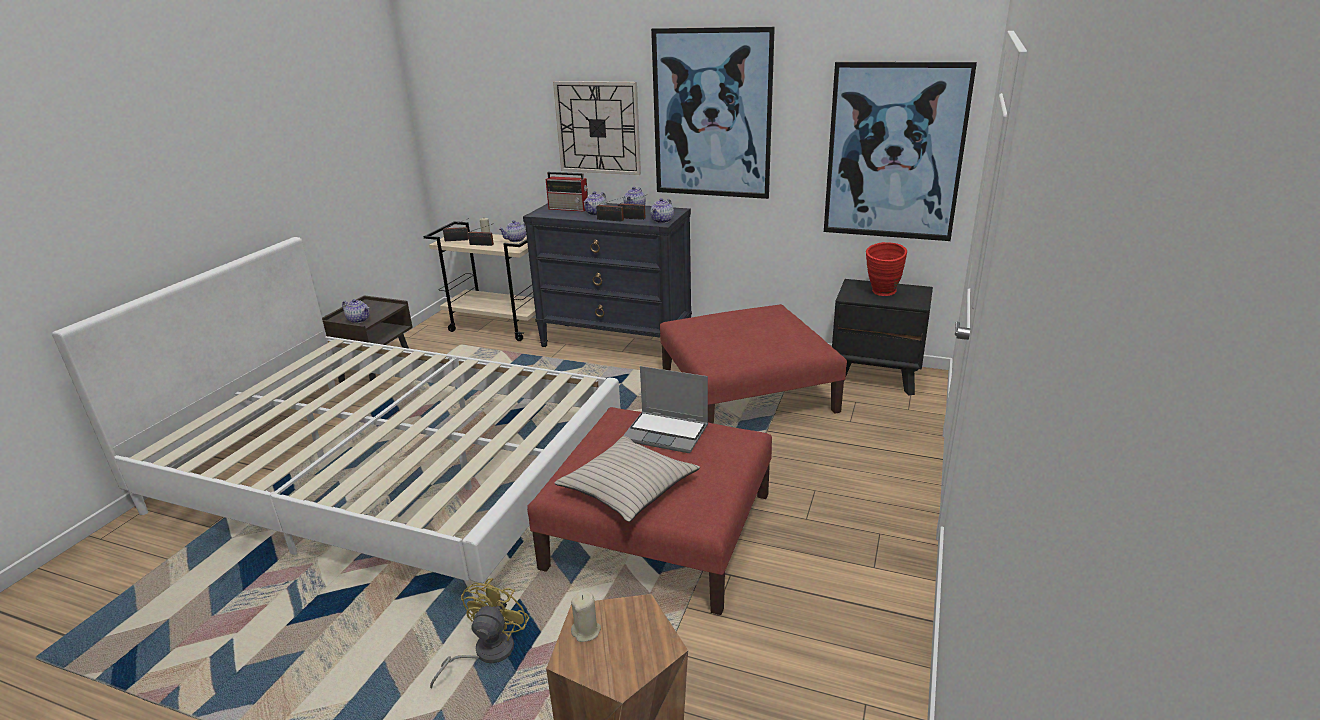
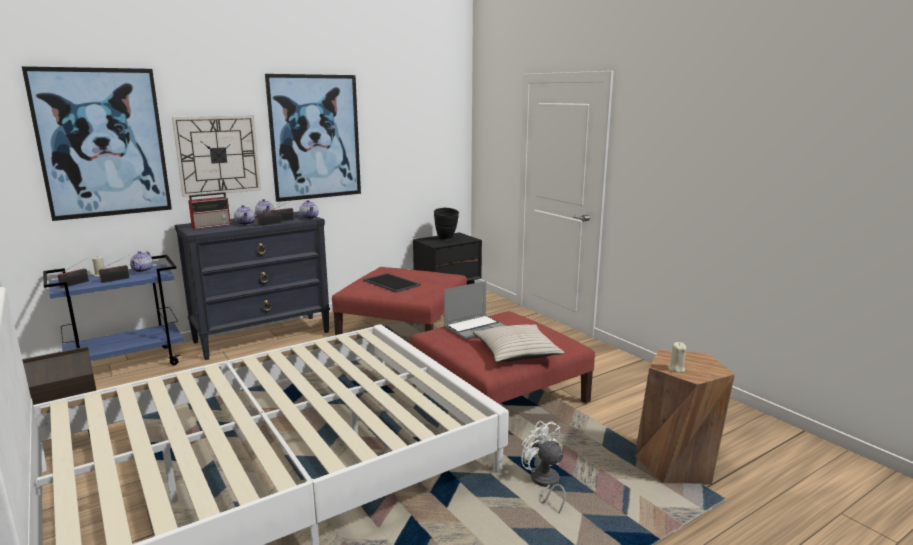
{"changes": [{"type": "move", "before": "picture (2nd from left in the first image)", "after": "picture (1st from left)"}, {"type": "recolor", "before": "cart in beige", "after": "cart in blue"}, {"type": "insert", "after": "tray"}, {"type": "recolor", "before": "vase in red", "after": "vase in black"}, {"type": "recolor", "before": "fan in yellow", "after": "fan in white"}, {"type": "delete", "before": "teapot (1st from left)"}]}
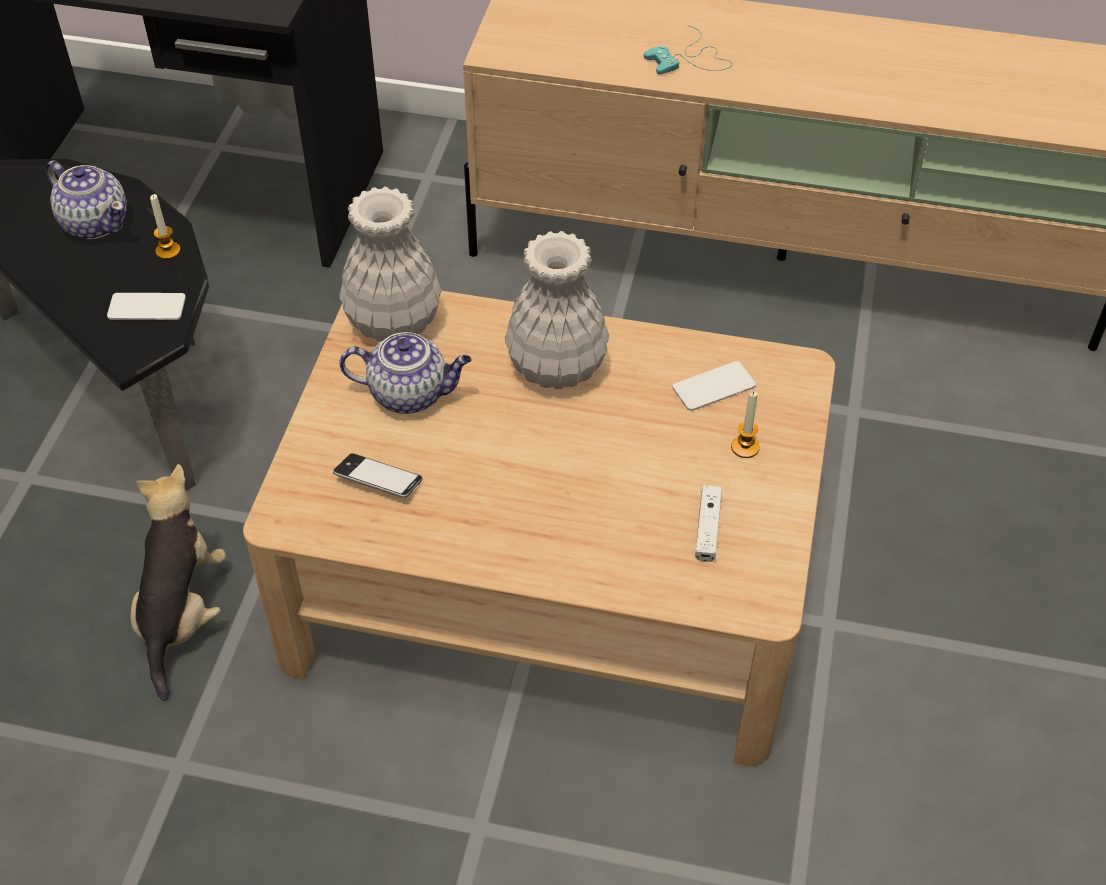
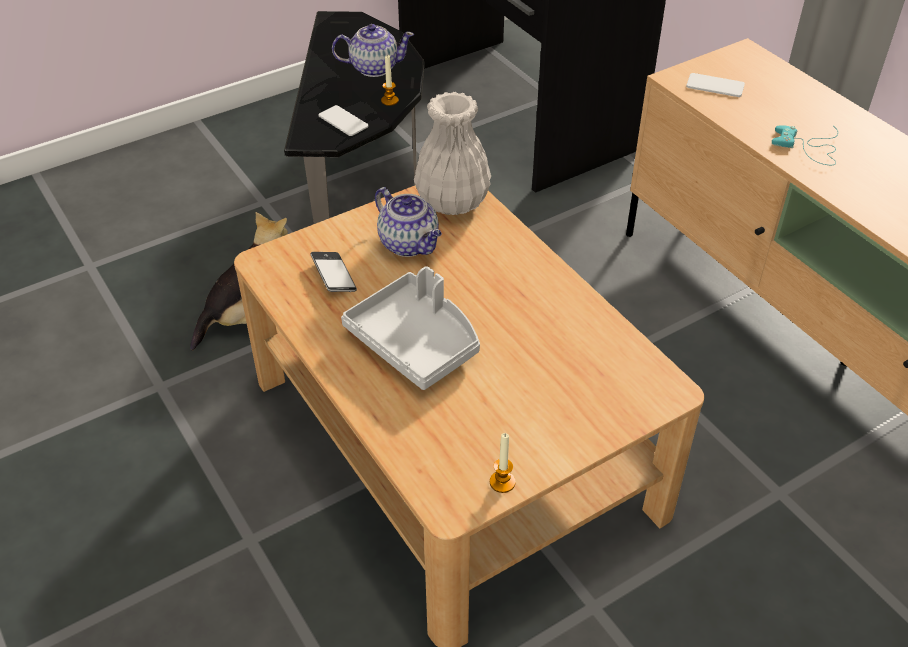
{"changes": [{"type": "rotate", "before": "teapot (1st from left)", "turn": -90}, {"type": "insert", "after": "tray in grey"}, {"type": "move", "before": "candle (2nd from left)"}, {"type": "move", "before": "phone (3rd from left)"}, {"type": "delete", "before": "vase in white (2nd from left)"}, {"type": "delete", "before": "game controller in white"}]}
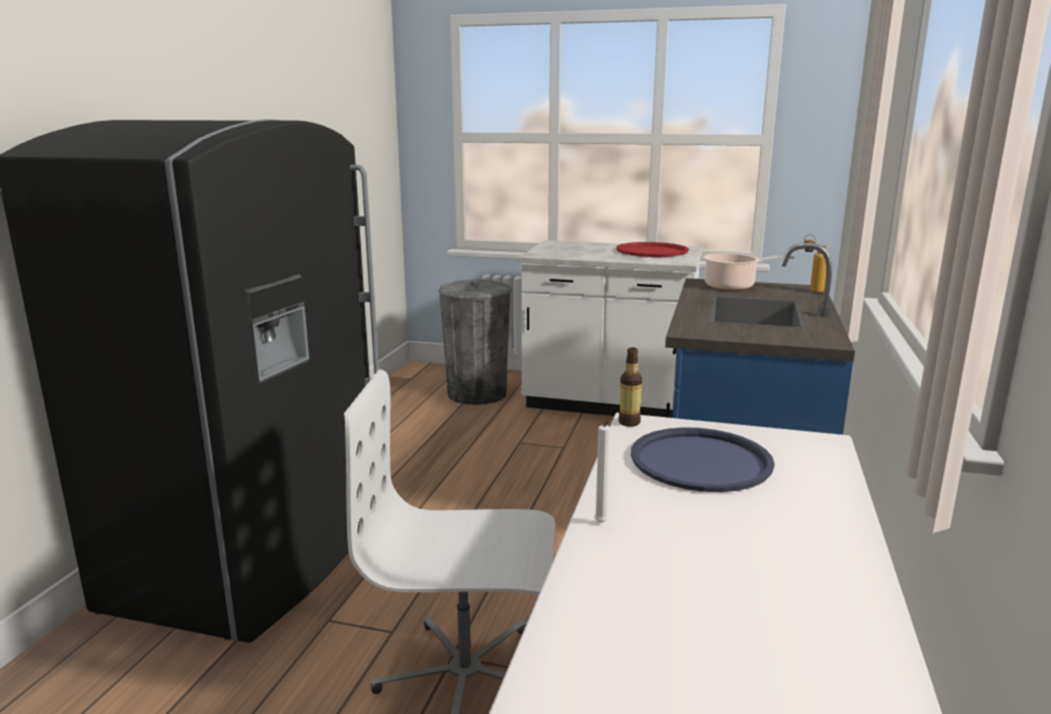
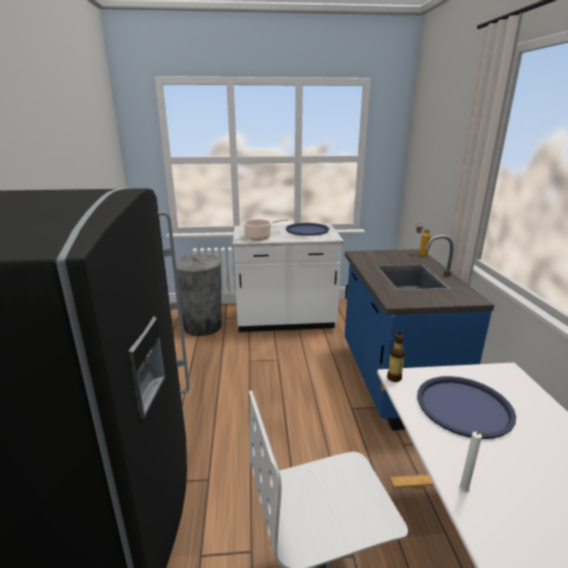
{"changes": [{"type": "move", "before": "cooking pot"}, {"type": "recolor", "before": "tray in red", "after": "tray in blue (1st from left)"}]}
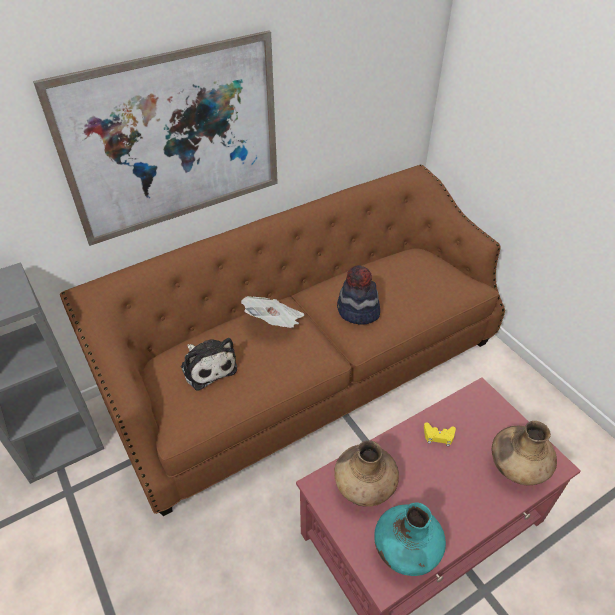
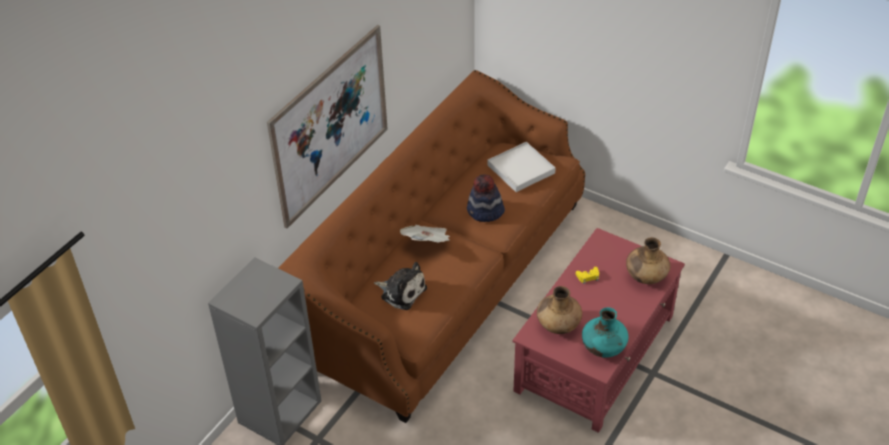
{"changes": [{"type": "insert", "after": "tray in white"}]}
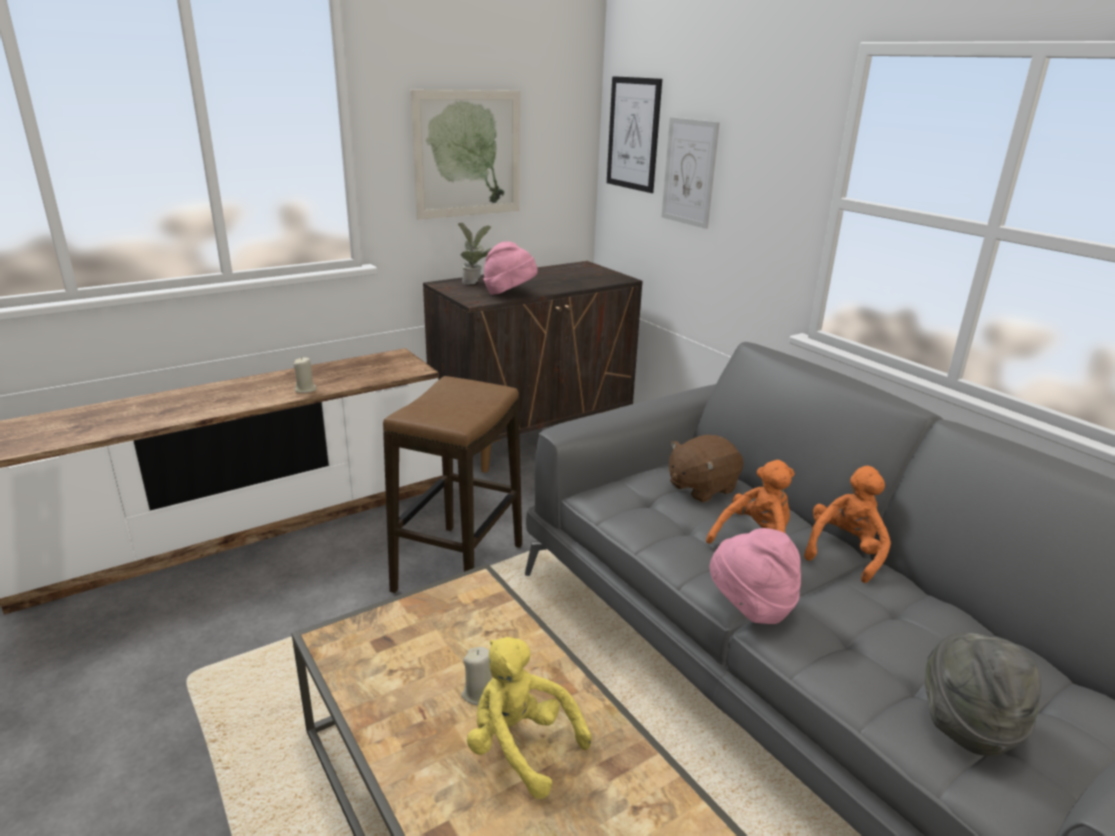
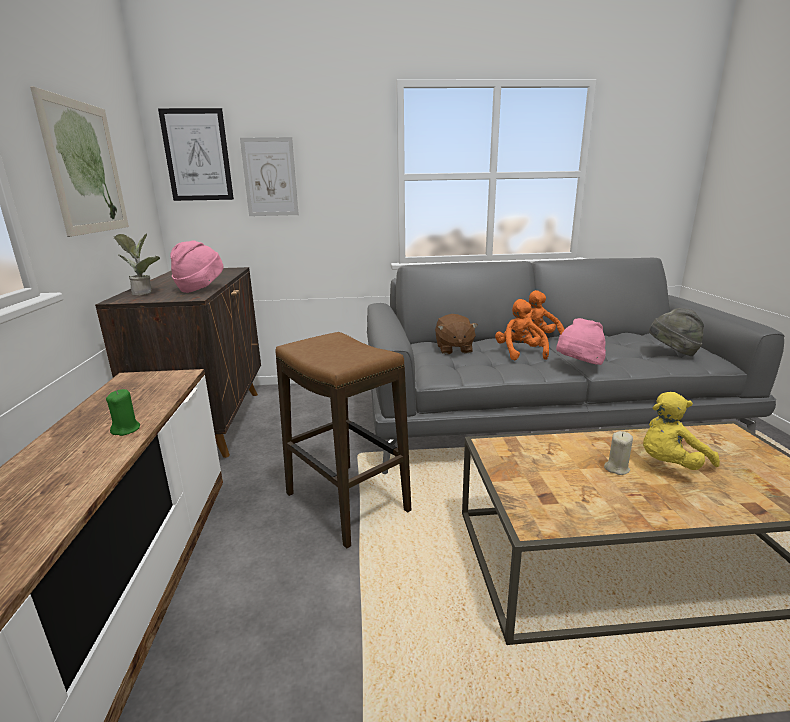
{"changes": [{"type": "recolor", "before": "candle in beige (1st from left)", "after": "candle in green"}]}
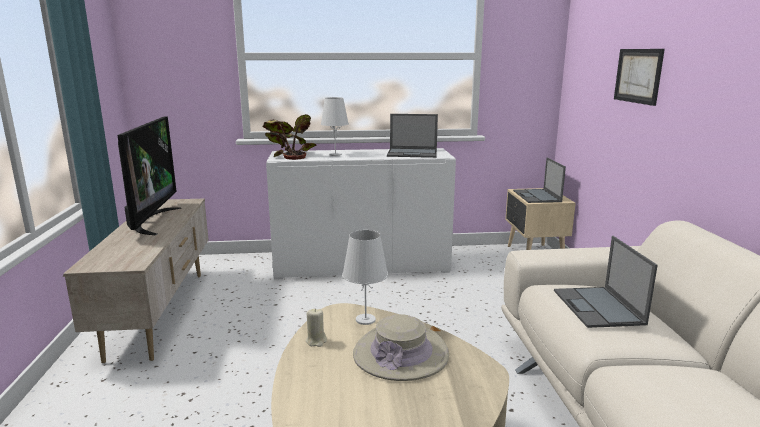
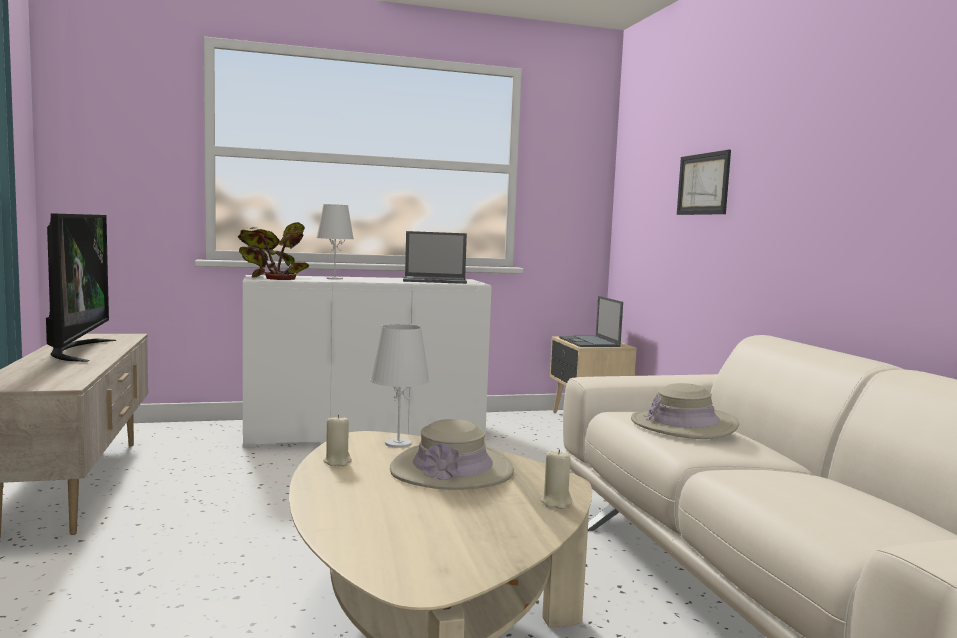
{"changes": [{"type": "insert", "after": "candle in beige (2nd from left)"}, {"type": "replace", "before": "laptop (3rd from left)", "after": "hat in beige (2nd from left)"}]}
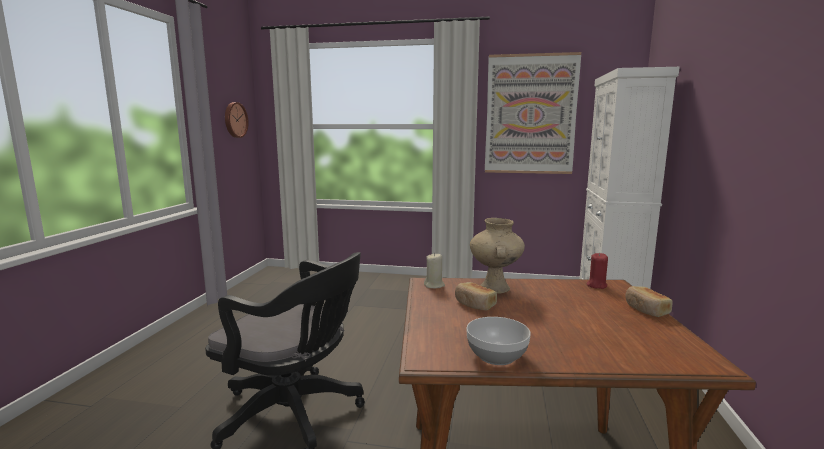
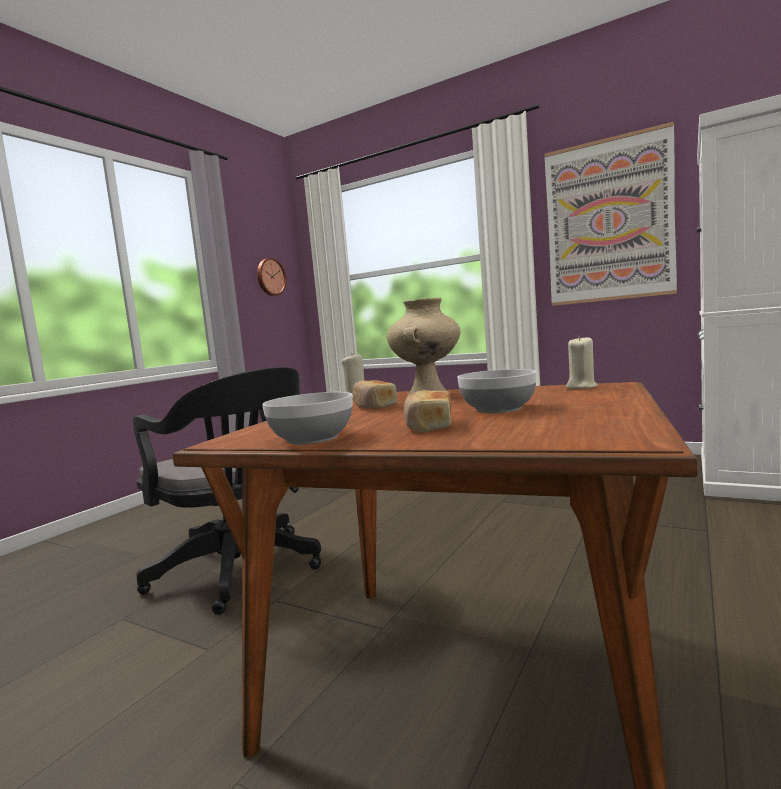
{"changes": [{"type": "move", "before": "bread (2nd from left)"}, {"type": "insert", "after": "bowl (2nd from left)"}, {"type": "recolor", "before": "candle in red", "after": "candle in beige (2nd from left)"}]}
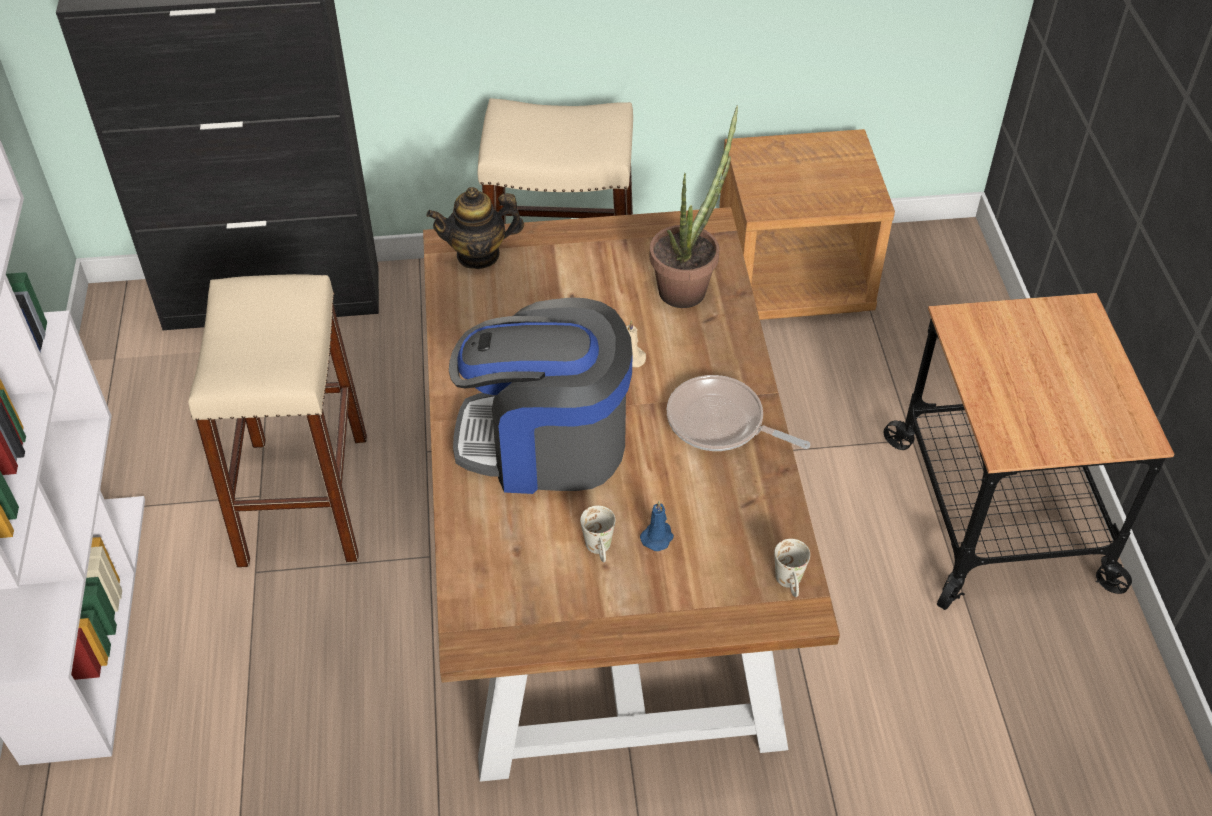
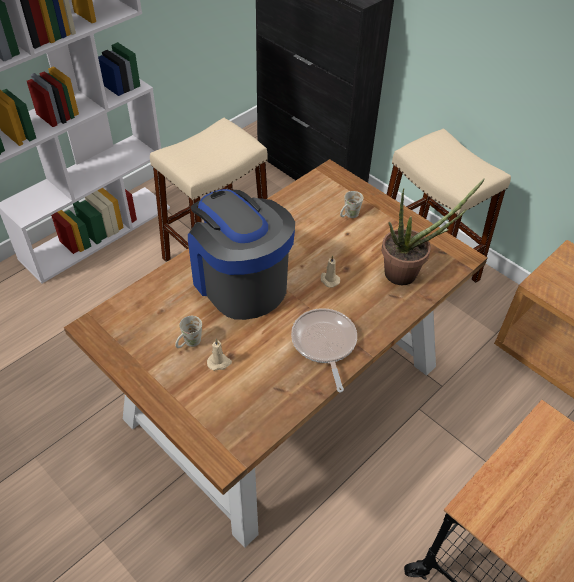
{"changes": [{"type": "recolor", "before": "candle in blue", "after": "candle in beige (1st from left)"}, {"type": "move", "before": "mug in white (2nd from left)"}, {"type": "delete", "before": "teapot"}]}
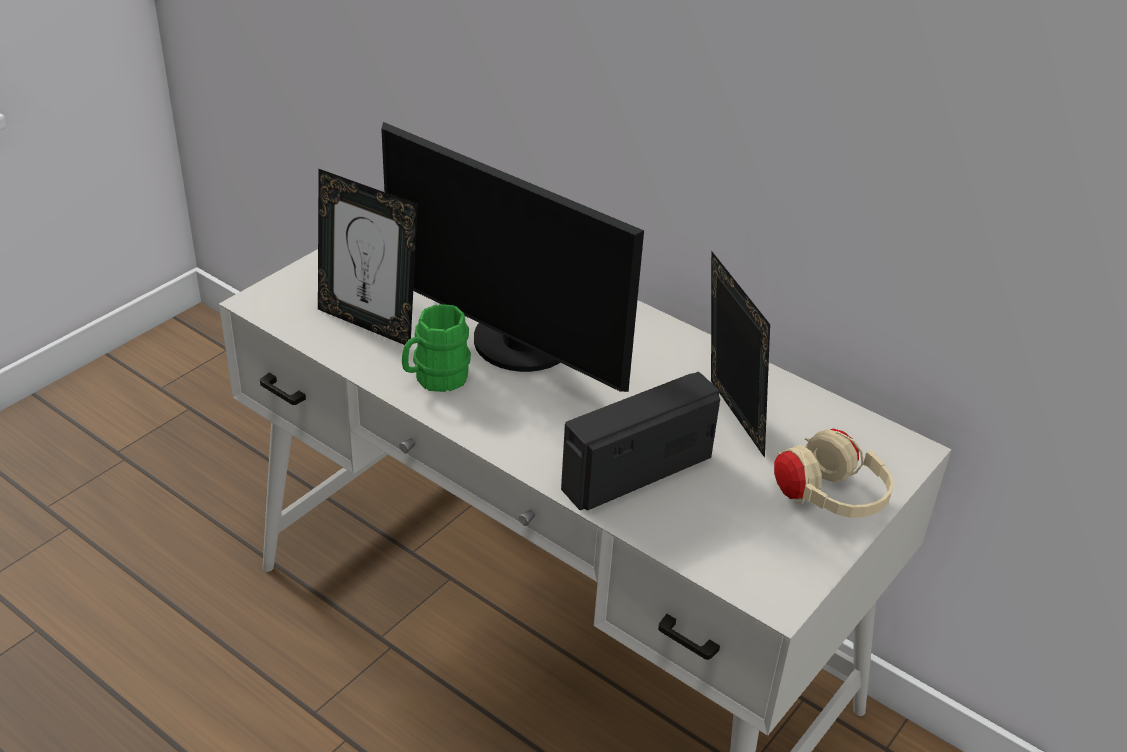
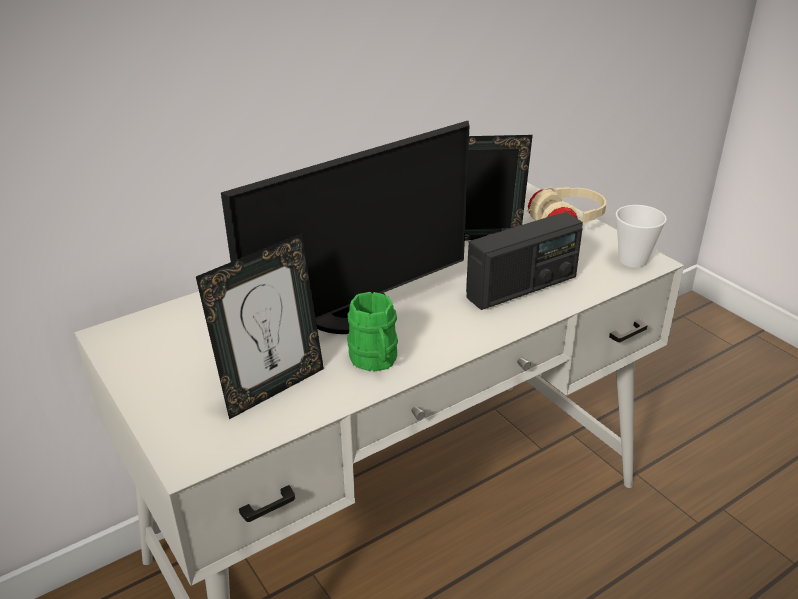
{"changes": [{"type": "rotate", "before": "radio", "turn": -105}, {"type": "insert", "after": "cup"}]}
